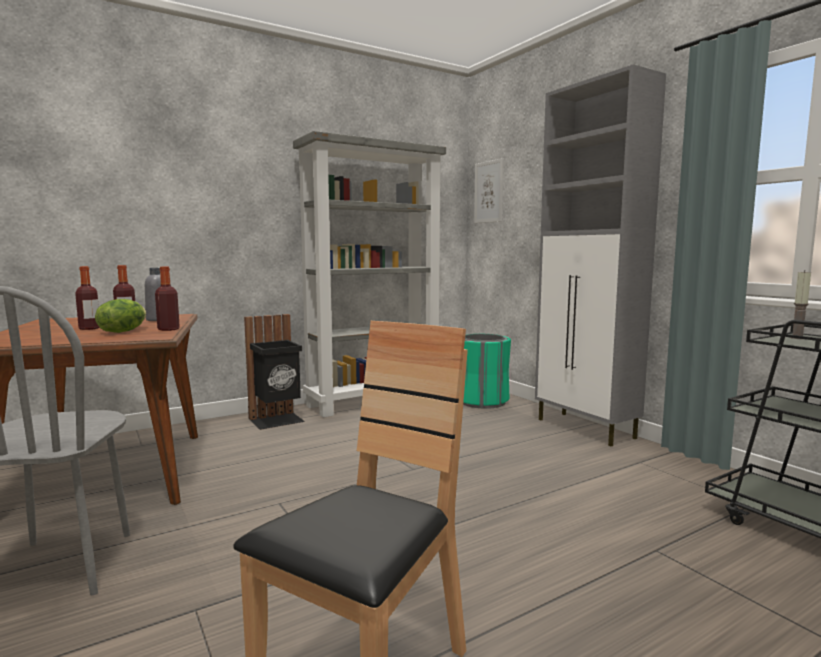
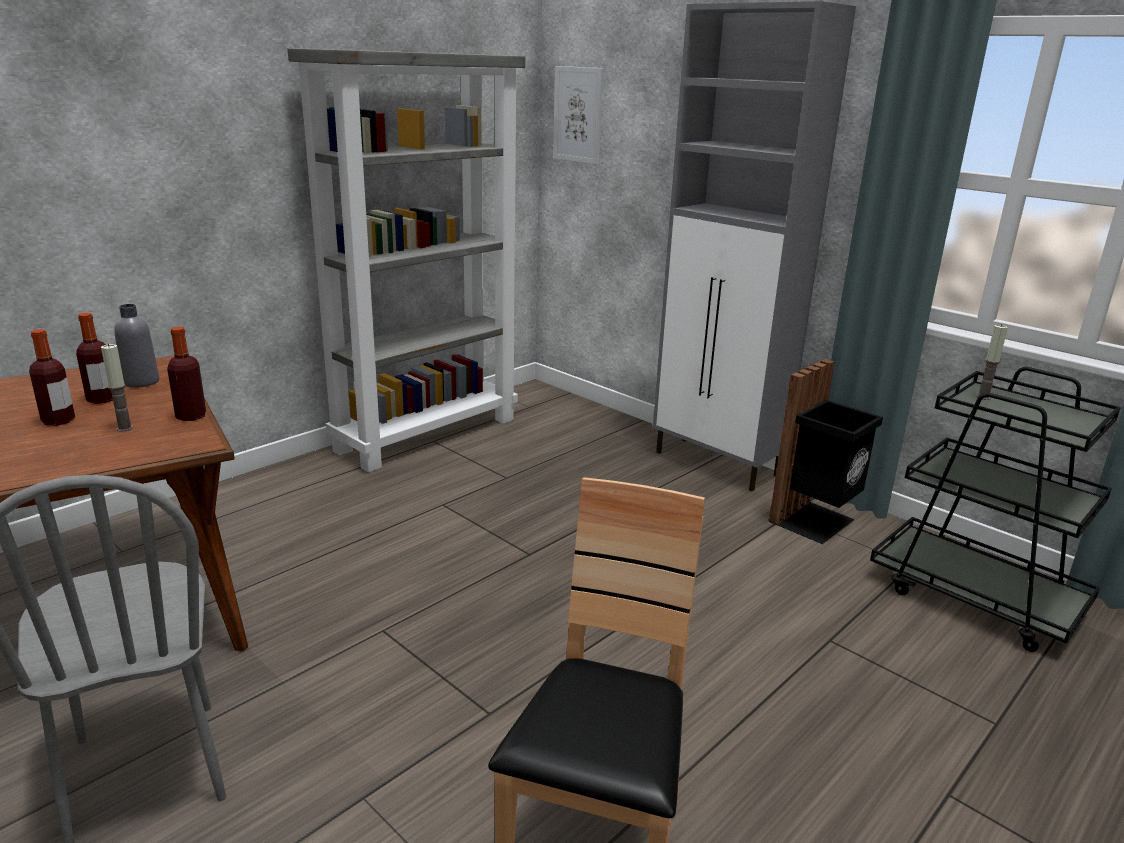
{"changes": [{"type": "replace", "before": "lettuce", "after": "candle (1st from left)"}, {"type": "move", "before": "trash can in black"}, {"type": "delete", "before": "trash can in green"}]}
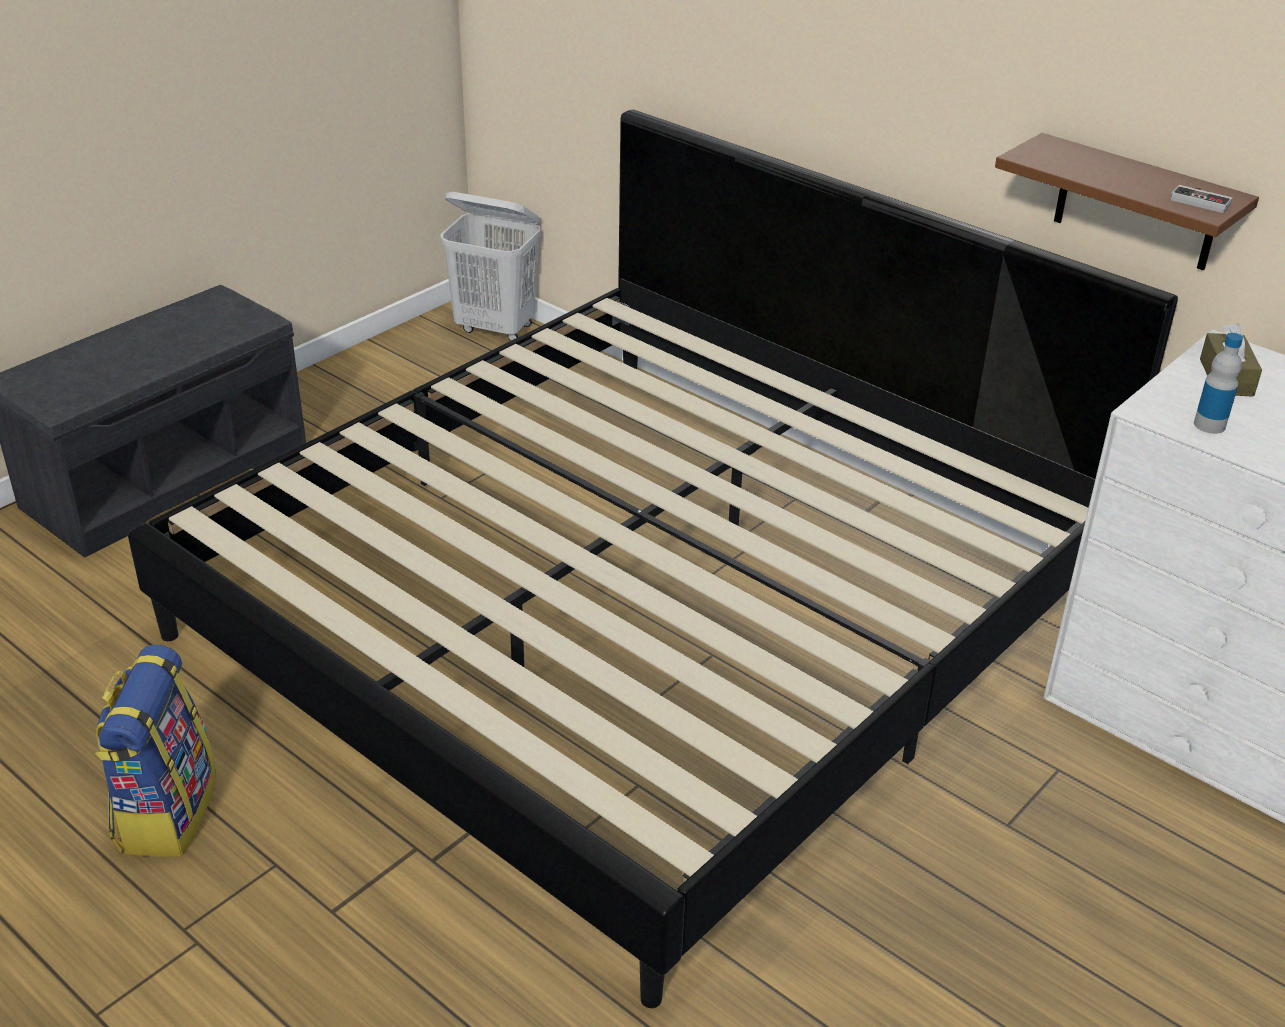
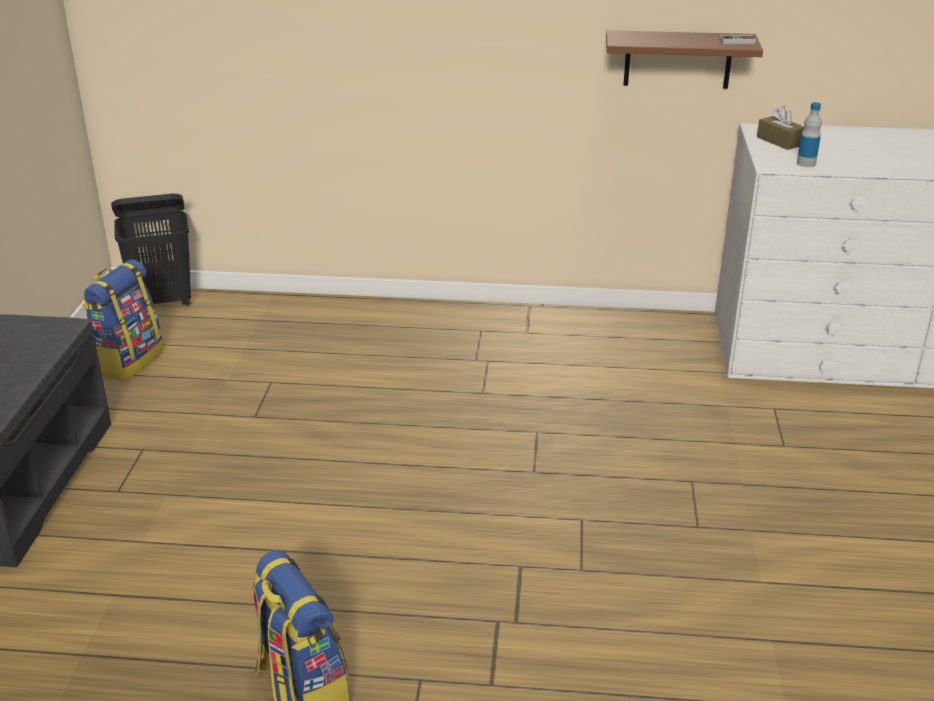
{"changes": [{"type": "insert", "after": "backpack (1st from left)"}, {"type": "recolor", "before": "laundry basket in white", "after": "laundry basket in black"}, {"type": "delete", "before": "bed"}]}
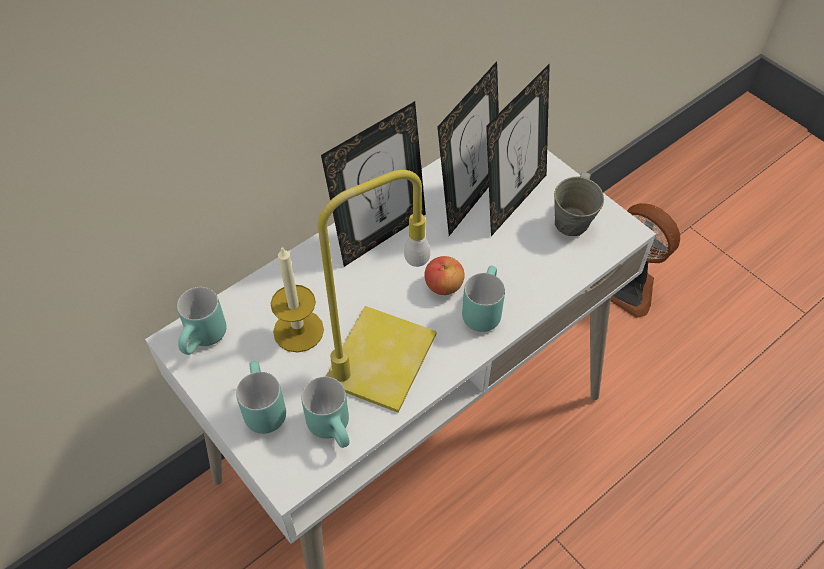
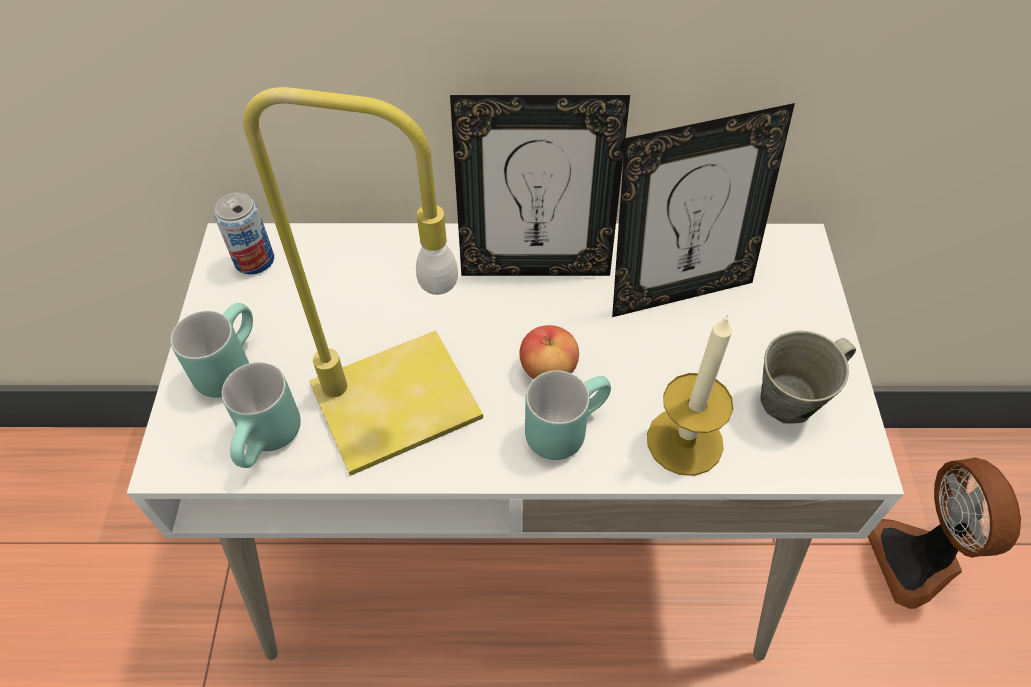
{"changes": [{"type": "replace", "before": "mug in turquoise (1st from left)", "after": "can"}, {"type": "move", "before": "candle"}, {"type": "delete", "before": "picture frame (3rd from left)"}]}
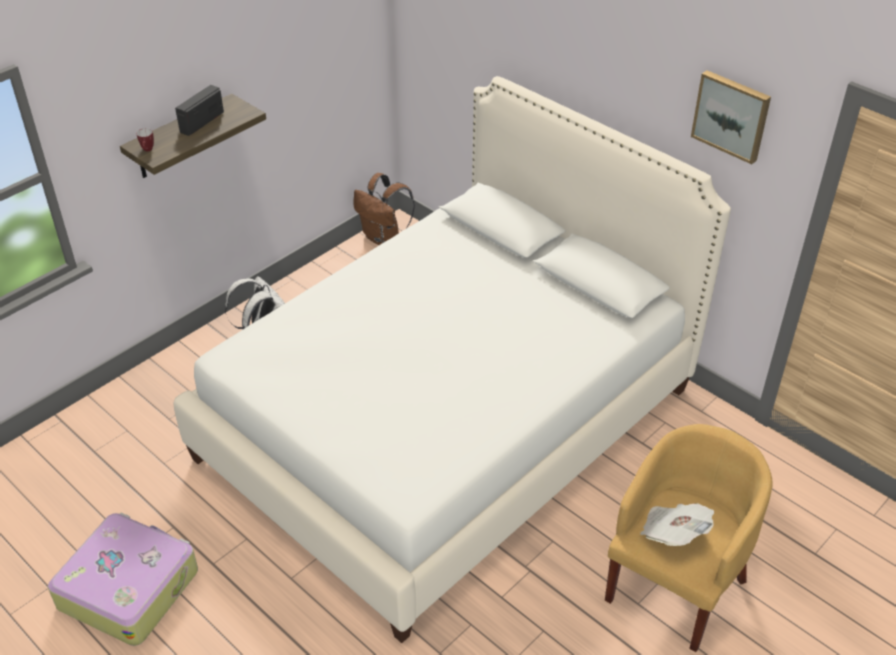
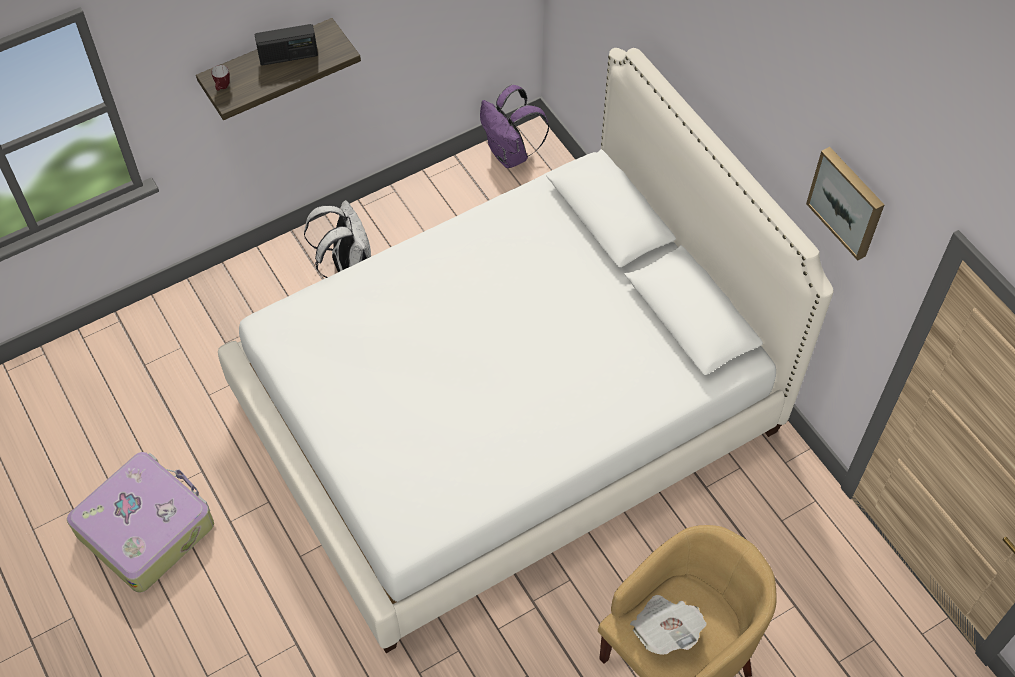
{"changes": [{"type": "rotate", "before": "radio", "turn": -150}, {"type": "recolor", "before": "backpack in brown", "after": "backpack in purple"}]}
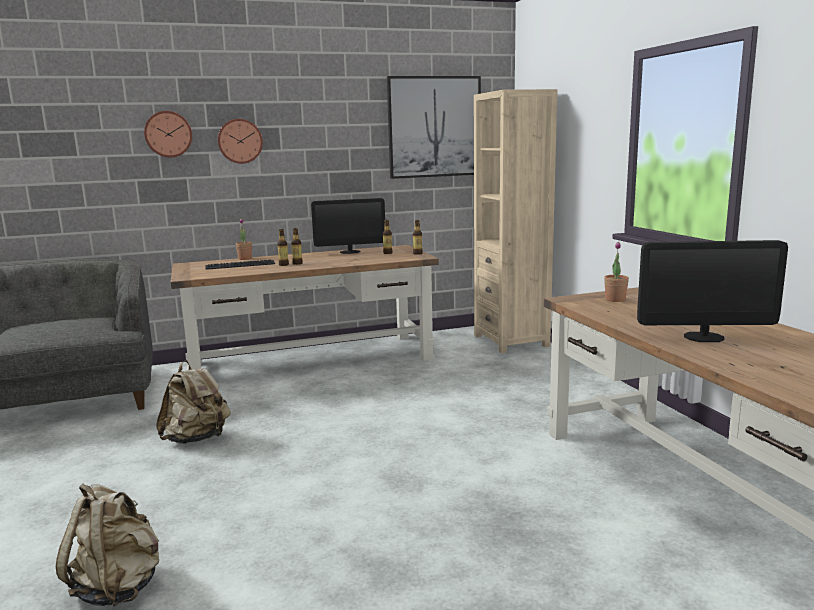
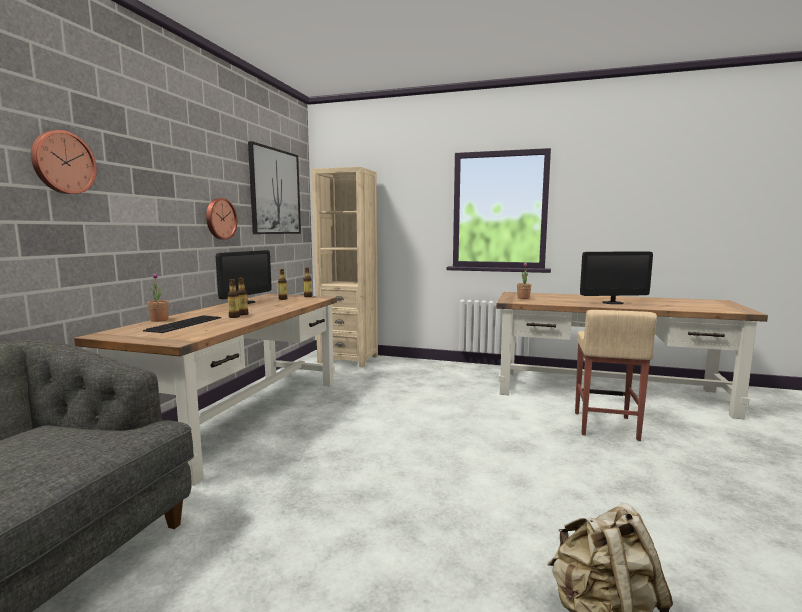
{"changes": [{"type": "move", "before": "wall clock (2nd from left)"}, {"type": "insert", "after": "stool in beige"}, {"type": "rotate", "before": "monitor (2nd from left)", "turn": 45}, {"type": "delete", "before": "backpack in beige (2nd from left)"}]}
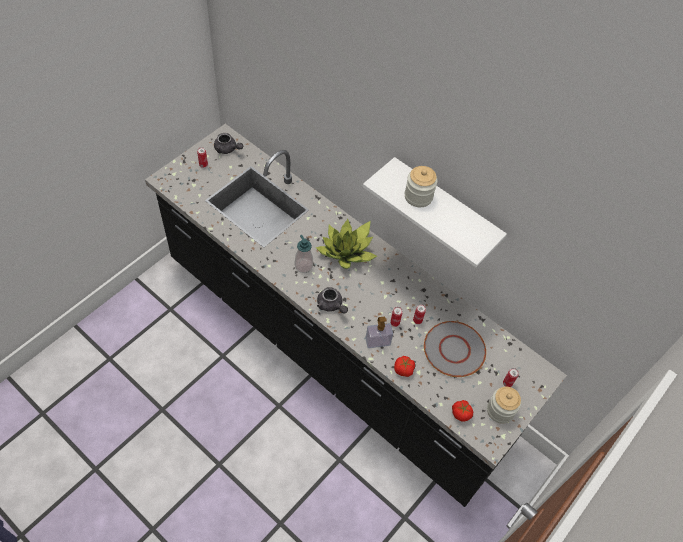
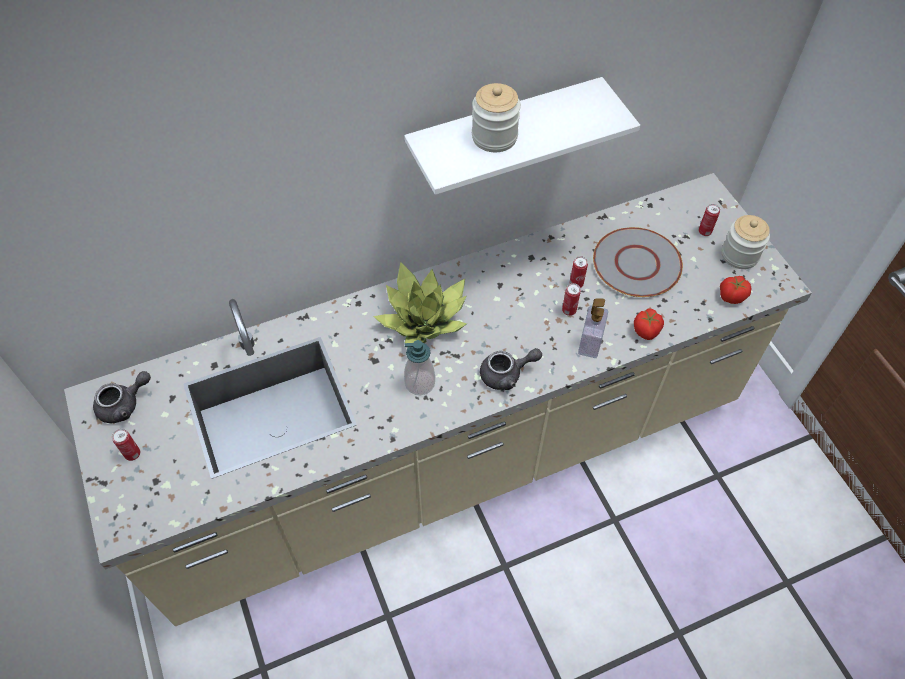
{"changes": [{"type": "recolor", "before": "counter in black", "after": "counter in beige"}]}
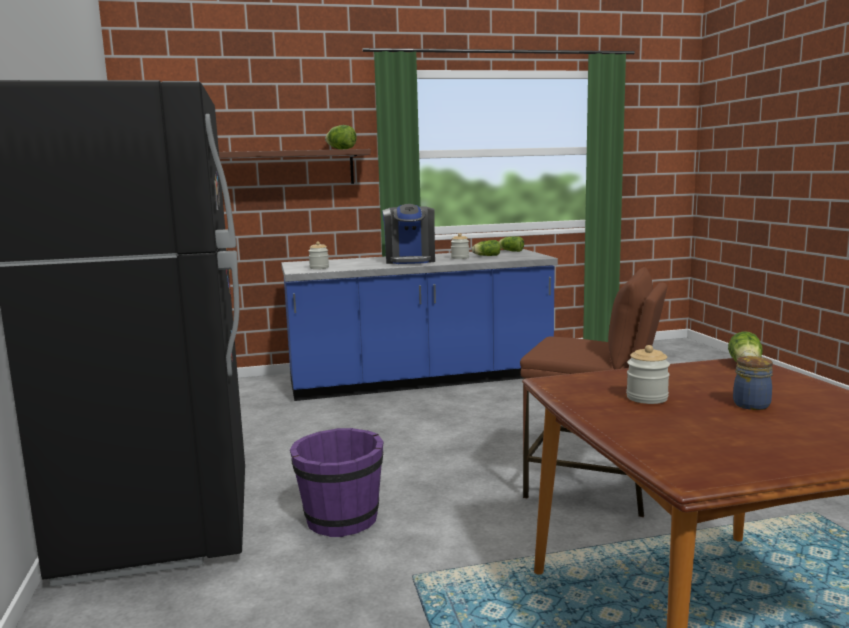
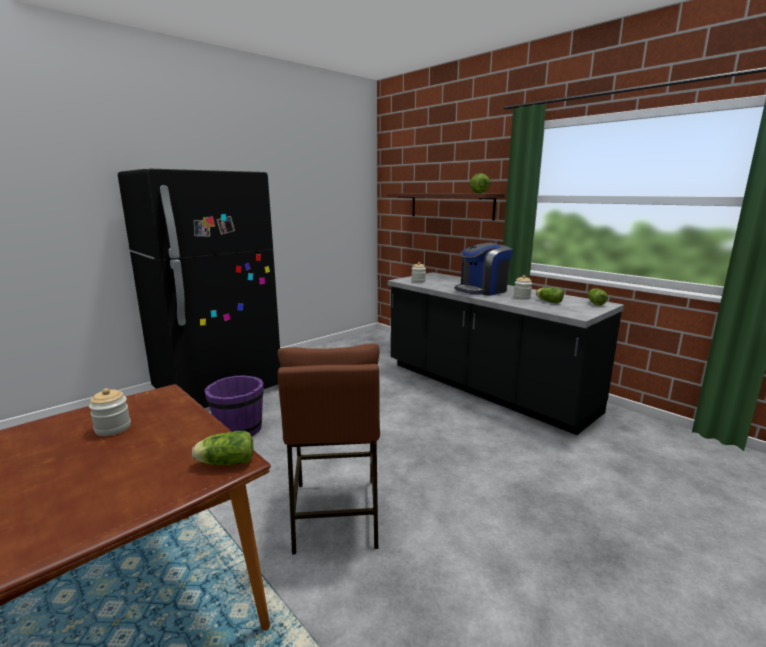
{"changes": [{"type": "recolor", "before": "counter in blue", "after": "counter in black"}, {"type": "delete", "before": "jar (4th from left)"}]}
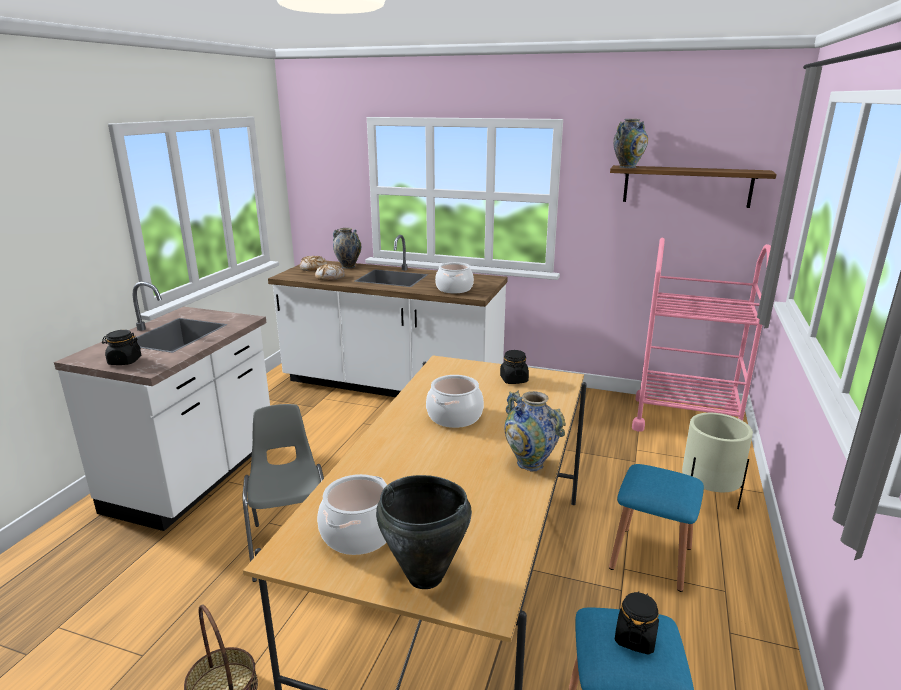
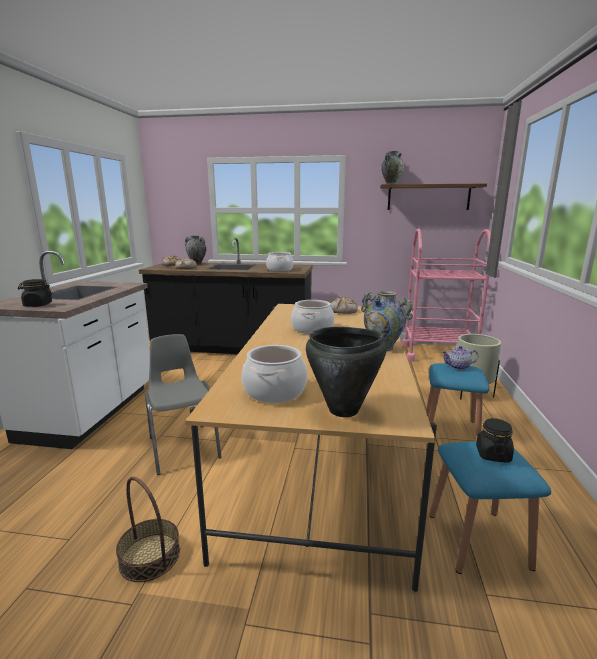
{"changes": [{"type": "recolor", "before": "counter in white (2nd from left)", "after": "counter in black"}, {"type": "replace", "before": "jar in black (2nd from left)", "after": "bread (3rd from left)"}, {"type": "insert", "after": "teapot"}]}
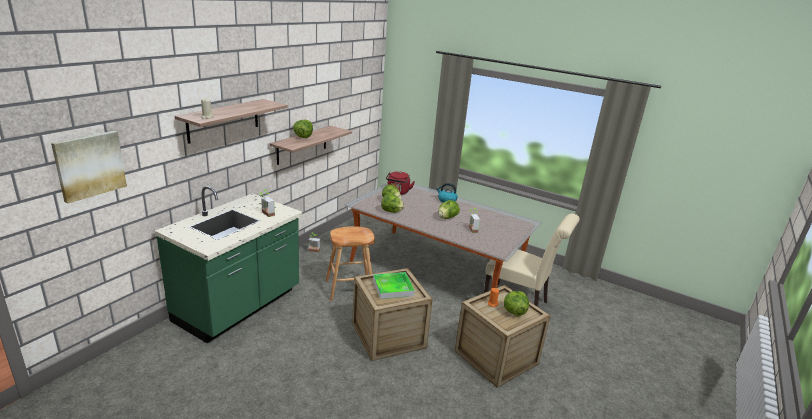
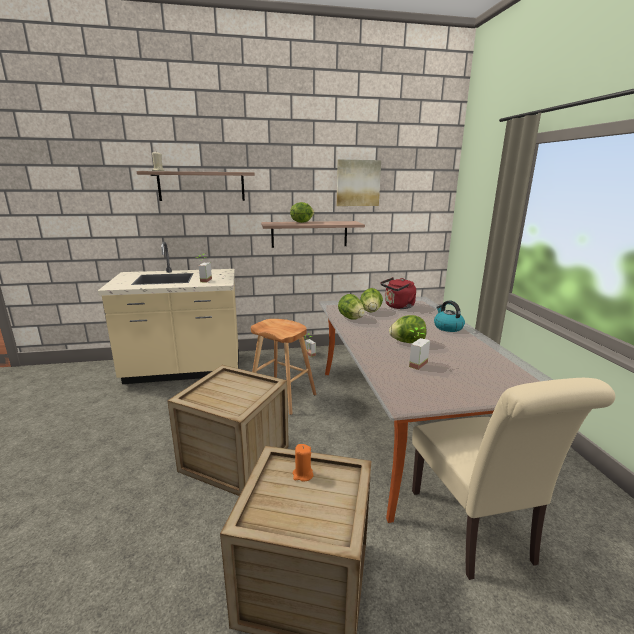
{"changes": [{"type": "recolor", "before": "counter in green", "after": "counter in beige"}, {"type": "move", "before": "picture"}, {"type": "delete", "before": "tray"}, {"type": "delete", "before": "lettuce (5th from left)"}]}
